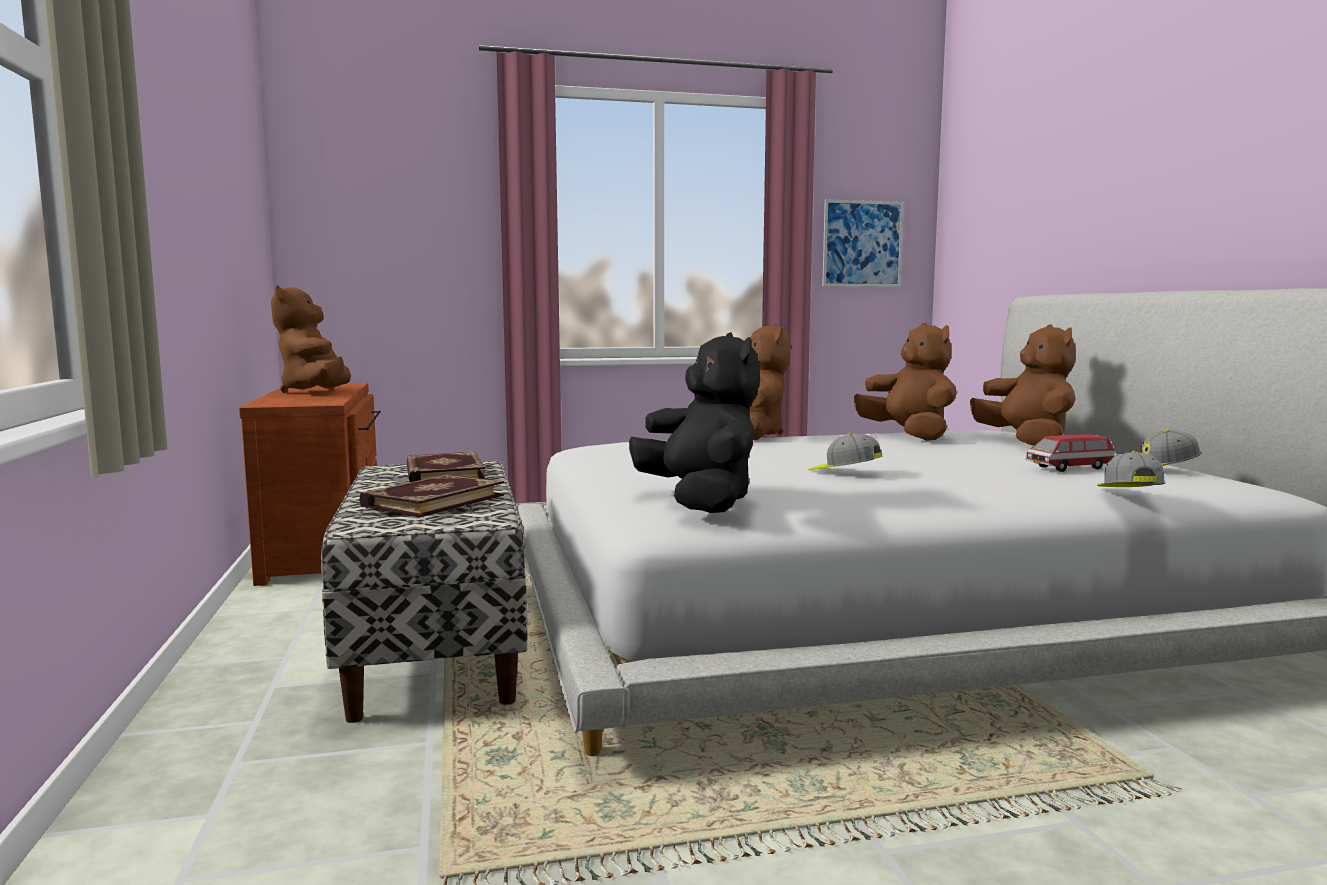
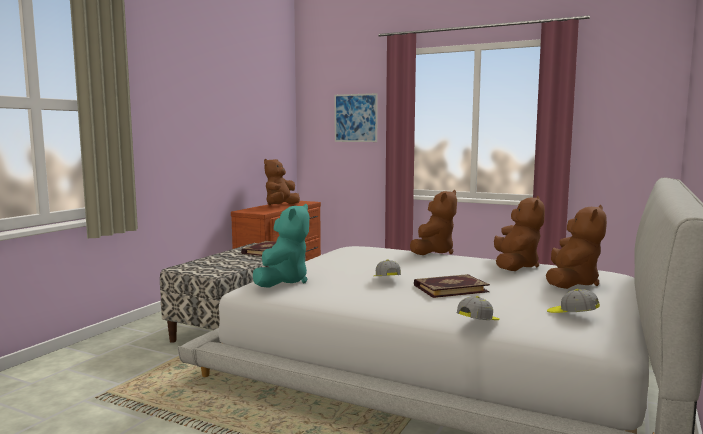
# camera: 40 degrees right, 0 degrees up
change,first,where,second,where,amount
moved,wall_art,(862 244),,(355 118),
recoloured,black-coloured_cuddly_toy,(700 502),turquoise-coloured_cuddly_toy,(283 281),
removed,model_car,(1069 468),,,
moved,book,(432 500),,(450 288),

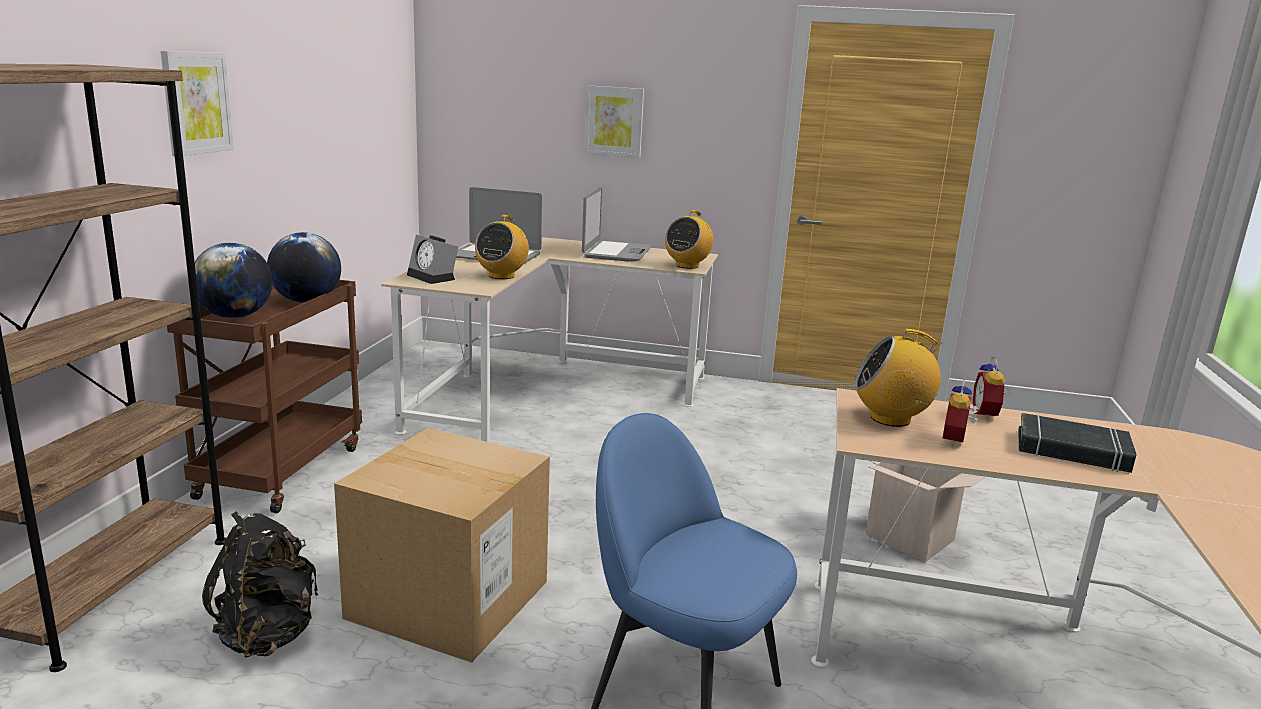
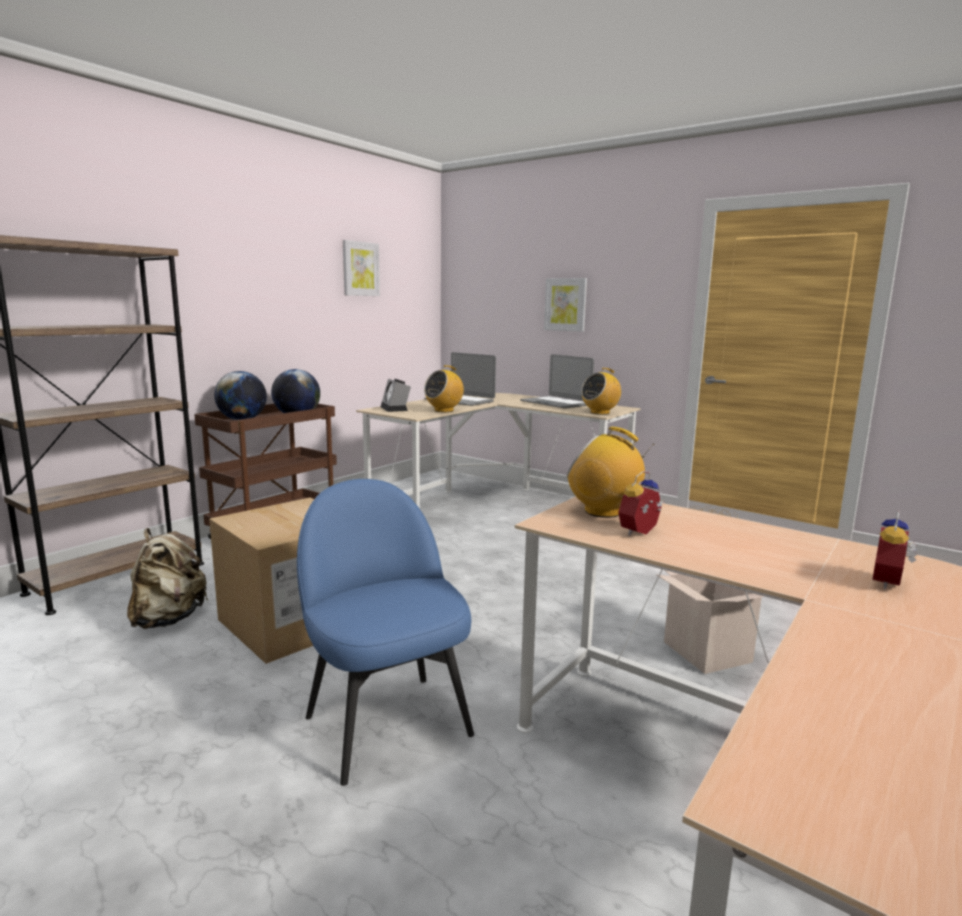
# camera: 25 degrees right, 5 degrees down
change,first,where,second,where,amount
moved,wall_art,(196 102),,(360 269),
turned,laptop,(616 252),,(555 403),105 degrees clockwise
moved,table_clock,(987 415),,(890 583),
removed,black-coloured_book,(1072 451),,,
recoloured,black-coloured_backpack,(268 634),sand-coloured_backpack,(169 619),

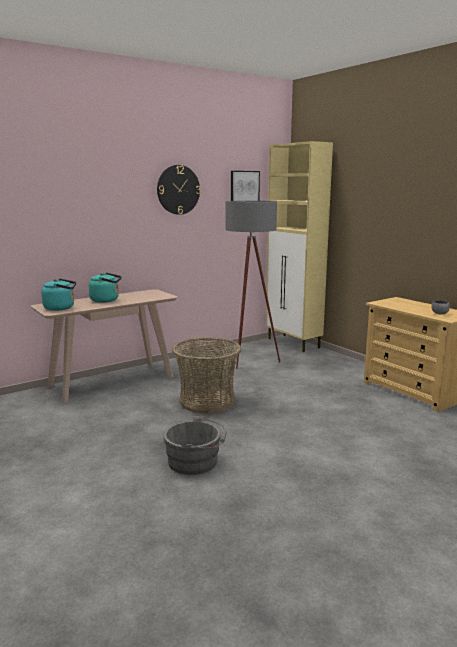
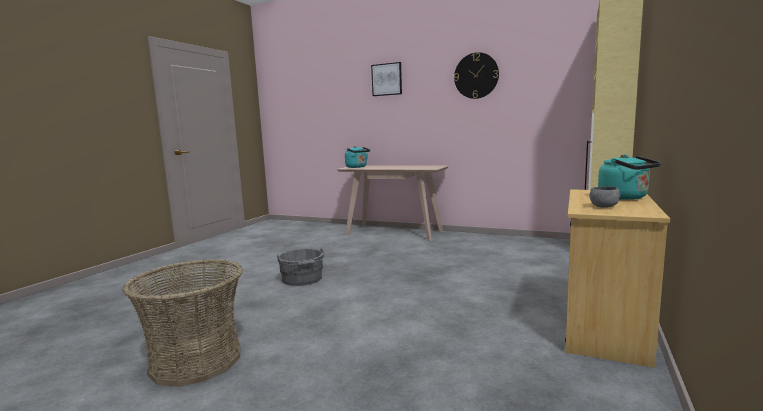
# camera: 60 degrees right, 5 degrees down
change,first,where,second,where,amount
moved,wall_art,(244 188),,(387 79),
removed,grey_standard_lamp,(249 359),,,
moved,turquoise-coloured_water_kettle,(106 300),,(625 198),
moved,storage_basket,(207 401),,(196 360),

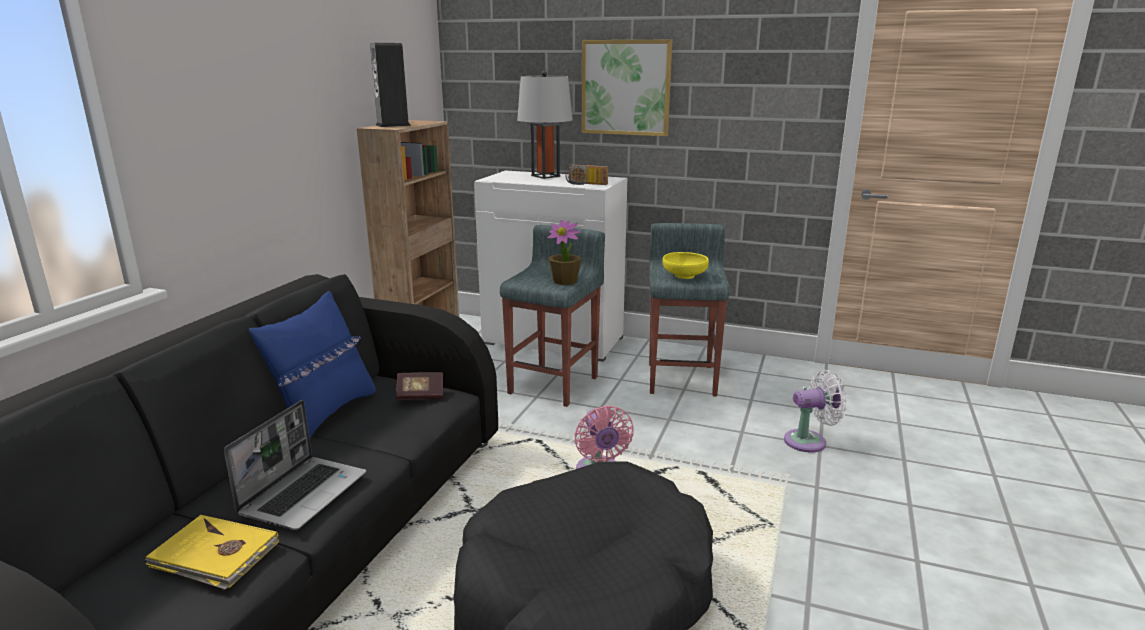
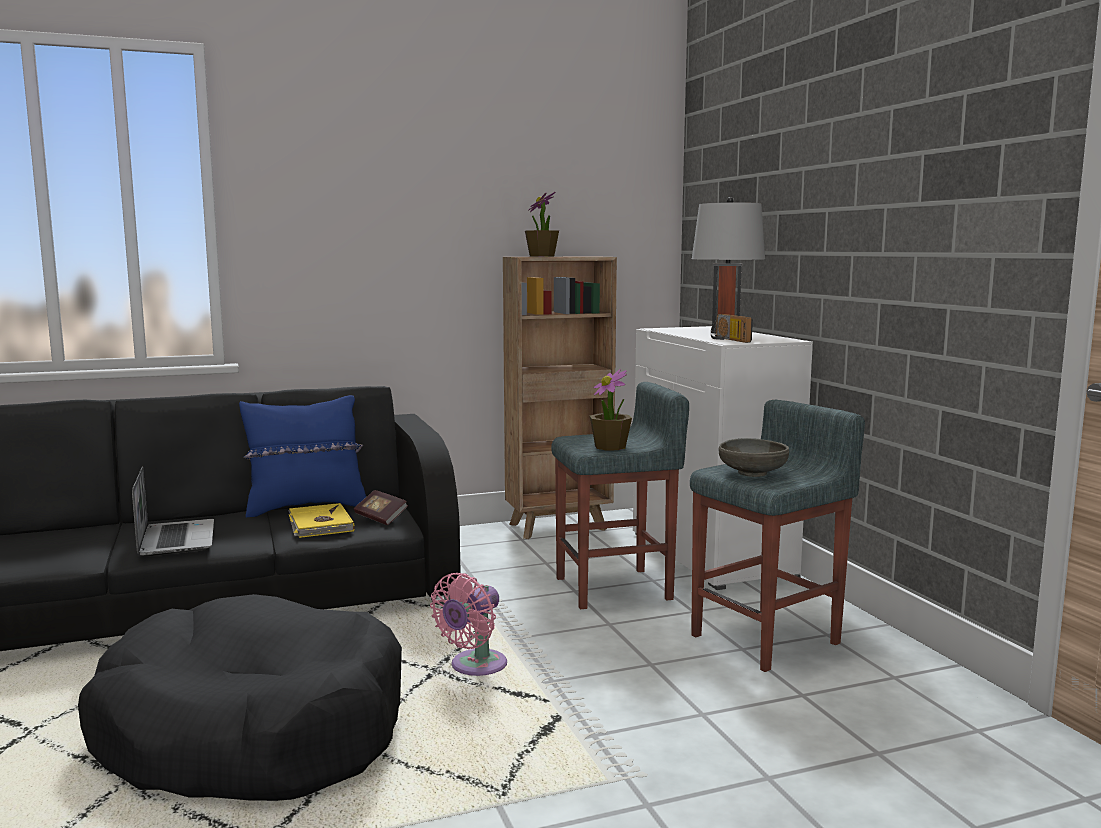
# camera: 50 degrees right, 10 degrees down
change,first,where,second,where,amount
removed,wall_art,(626 88),,,
replaced,speaker,(393 125),potted_plant,(542 256),
recoloured,yellow_bowl,(684 276),grey_bowl,(752 473),
removed,white_cooling_fan,(809 441),,,
turned,laptop,(304 493),,(175 539),90 degrees counterclockwise
moved,yellow_book,(214 556),,(319 524),

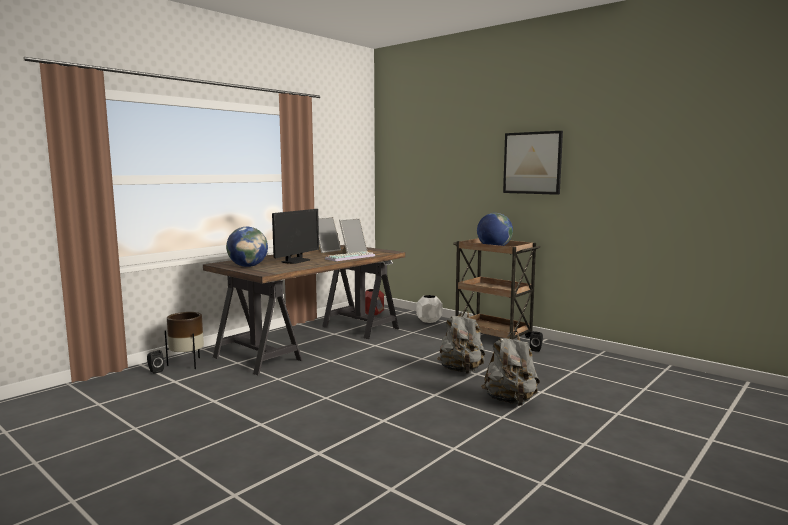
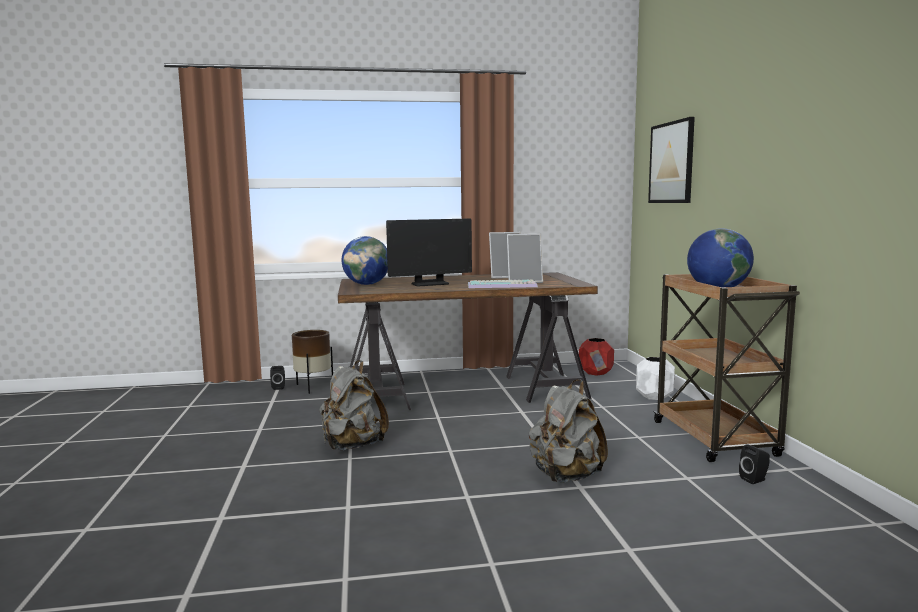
# camera: 40 degrees right, 0 degrees up
change,first,where,second,where,amount
moved,wall_art,(532 163),,(671 162),
moved,grey_backpack,(510 401),,(352 446),

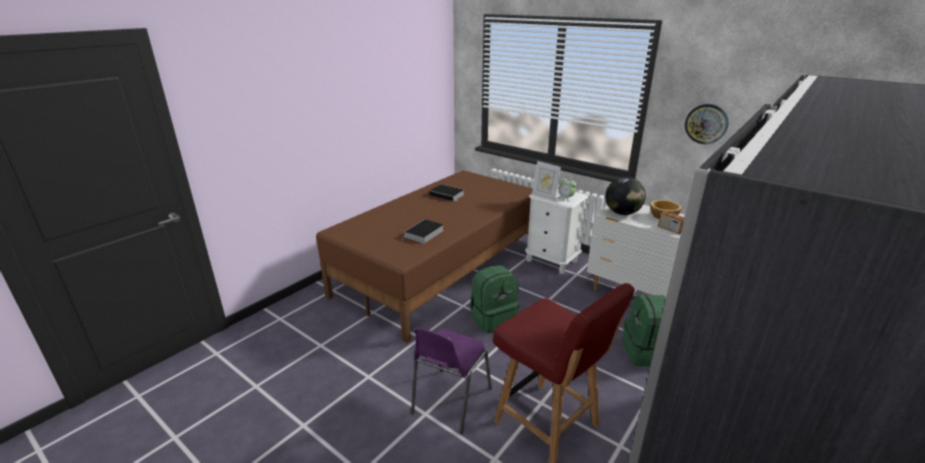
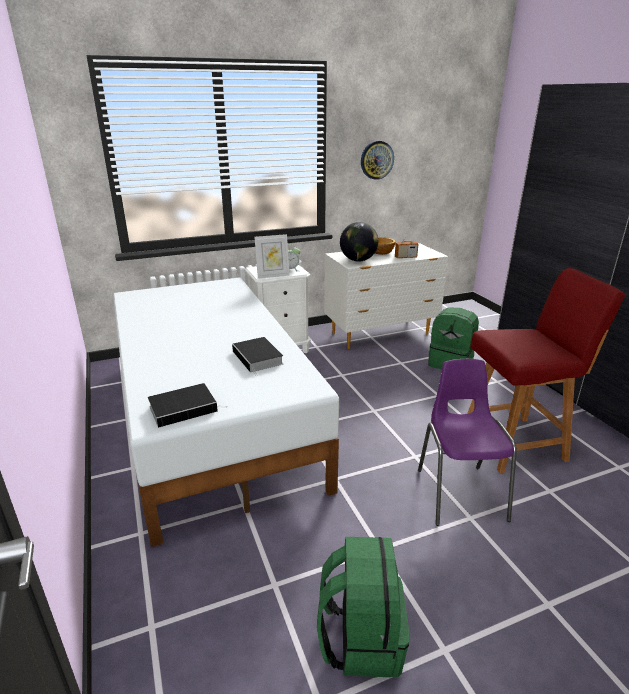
# camera: 60 degrees left, 0 degrees up
change,first,where,second,where,amount
recoloured,brownish_bedroom_bed,(442 269),white_bedroom_bed,(213 416),
moved,book,(448 195),,(185 408),
moved,green-coloured_backpack,(493 319),,(361 638),
turned,purplish_plain_chair,(450 402),,(459 492),150 degrees counterclockwise

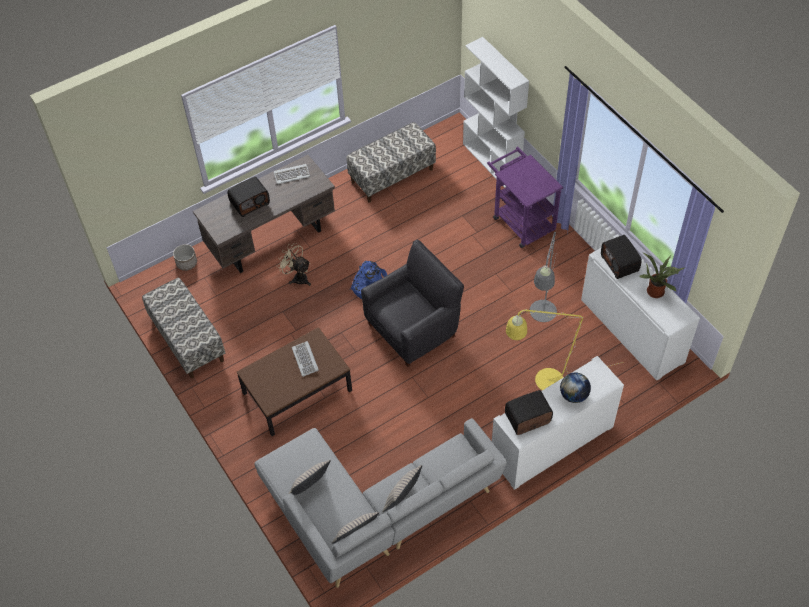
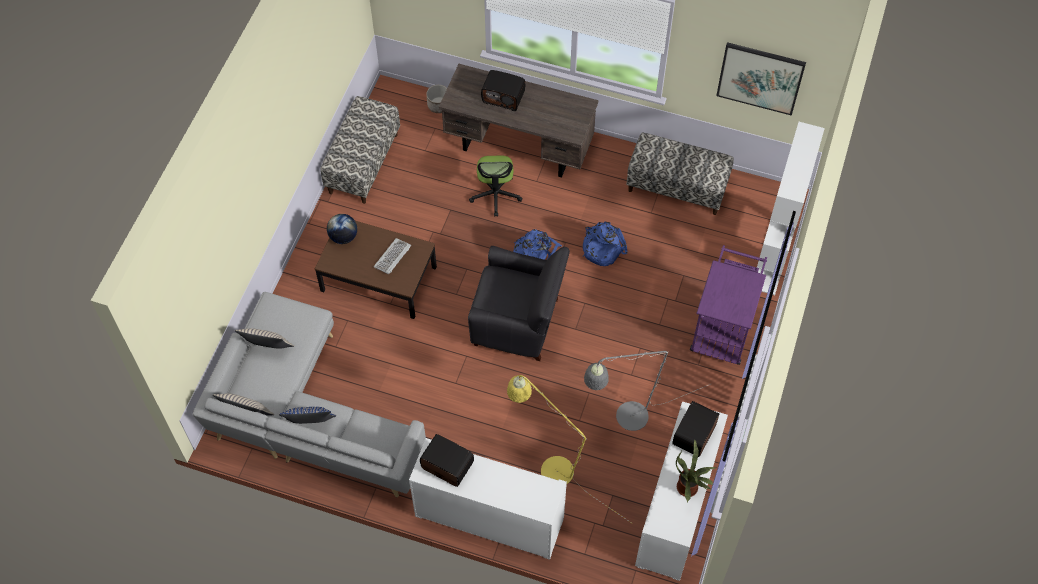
# camera: 50 degrees right, 5 degrees up
change,first,where,second,where,amount
removed,computer_keyboard,(292 175),,,
replaced,sand-coloured_cooling_fan,(297 277),computer_chair,(495 195),
moved,globe,(574 395),,(343 237),
recoloured,sand-coloured_throw_pillow,(402 498),blue-coloured_throw_pillow,(311 424),
added,,,wall_art,(760 77),
added,,,blue-coloured_backpack,(601 248),

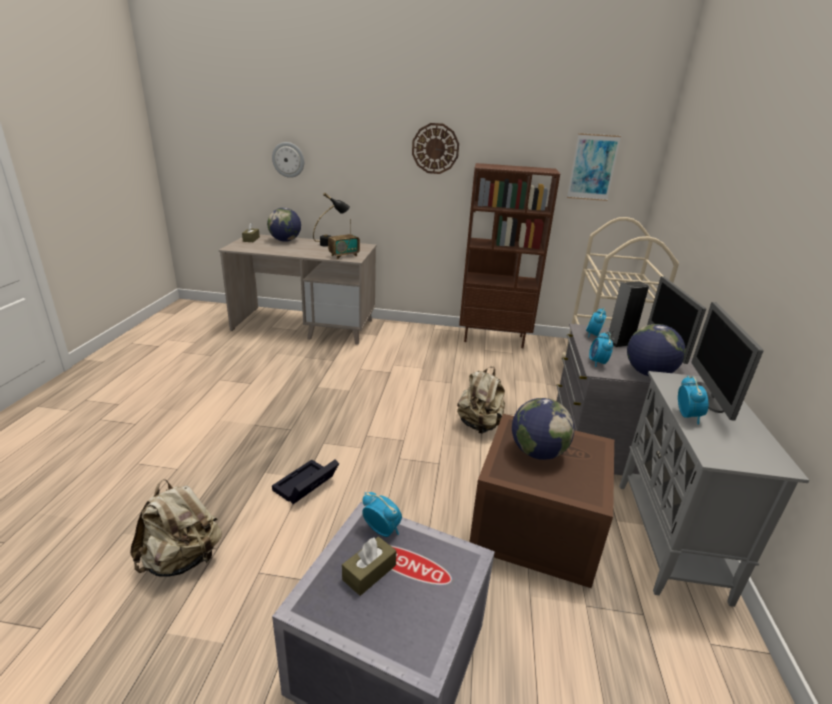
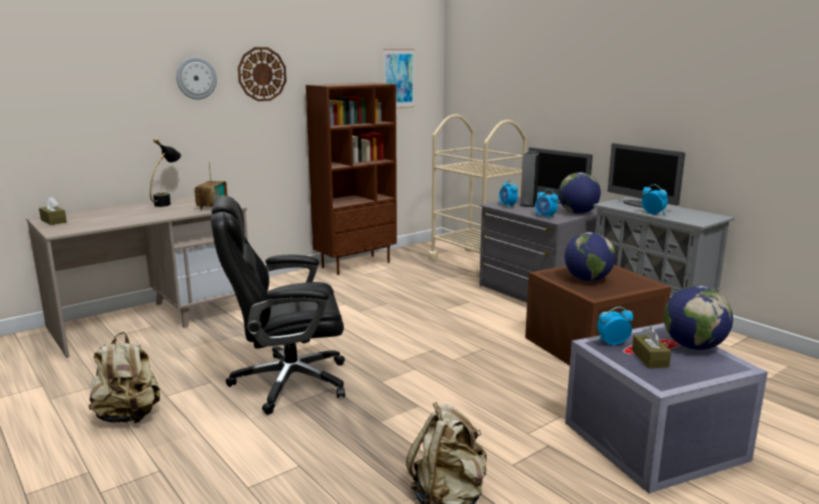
# camera: 45 degrees left, 10 degrees down
change,first,where,second,where,amount
moved,clock_on_the_wall,(288 159),,(196 78),
moved,globe,(285 241),,(693 346),
moved,sand-coloured_backpack,(479 425),,(128 417),
removed,black-coloured_storage_container,(305 486),,,
added,,,black-coloured_computer_chair,(287 382),

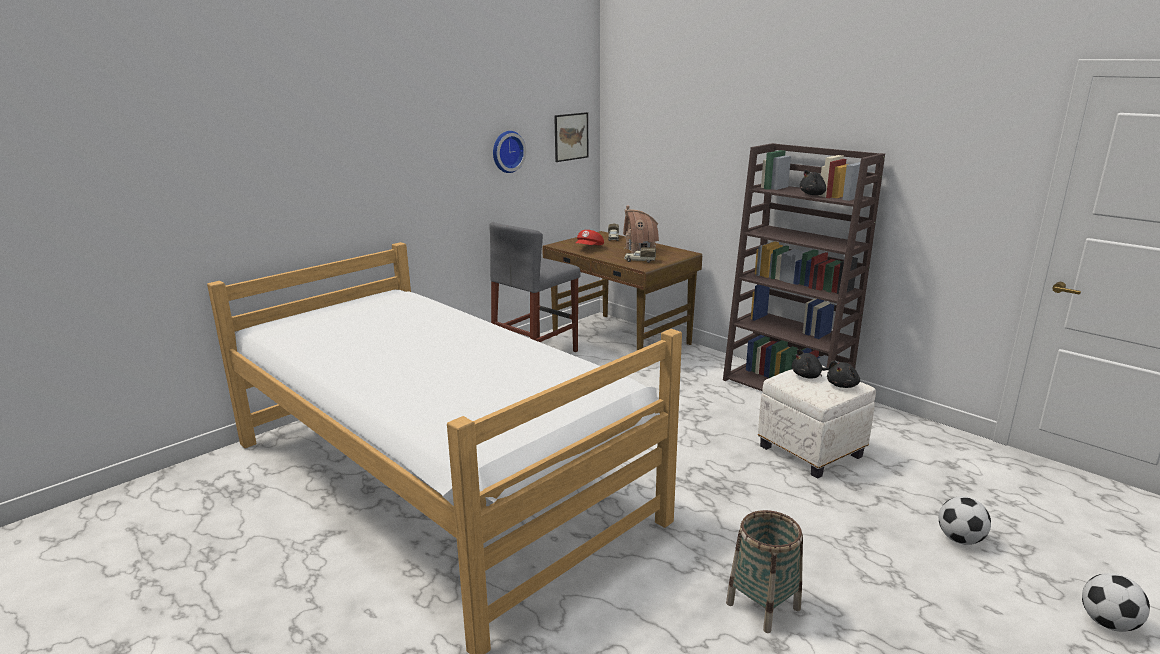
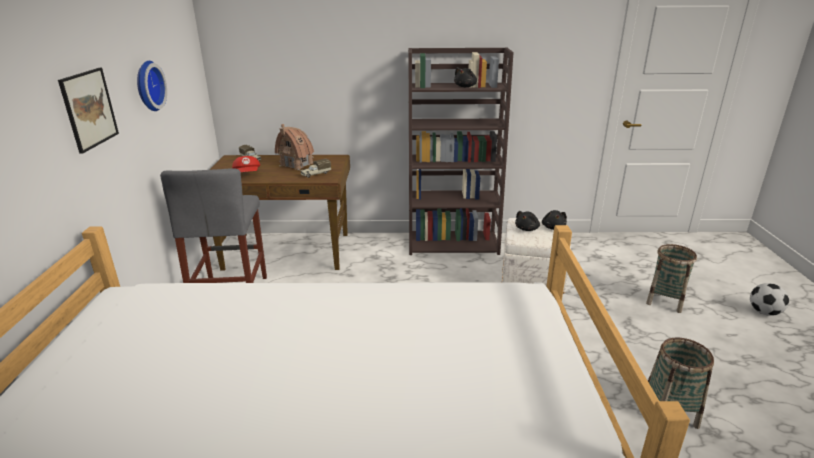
# camera: 45 degrees left, 5 degrees up
change,first,where,second,where,amount
moved,wall_art,(571 136),,(89 109),
replaced,ball_for_football,(960 539),storage_basket,(665 301),

